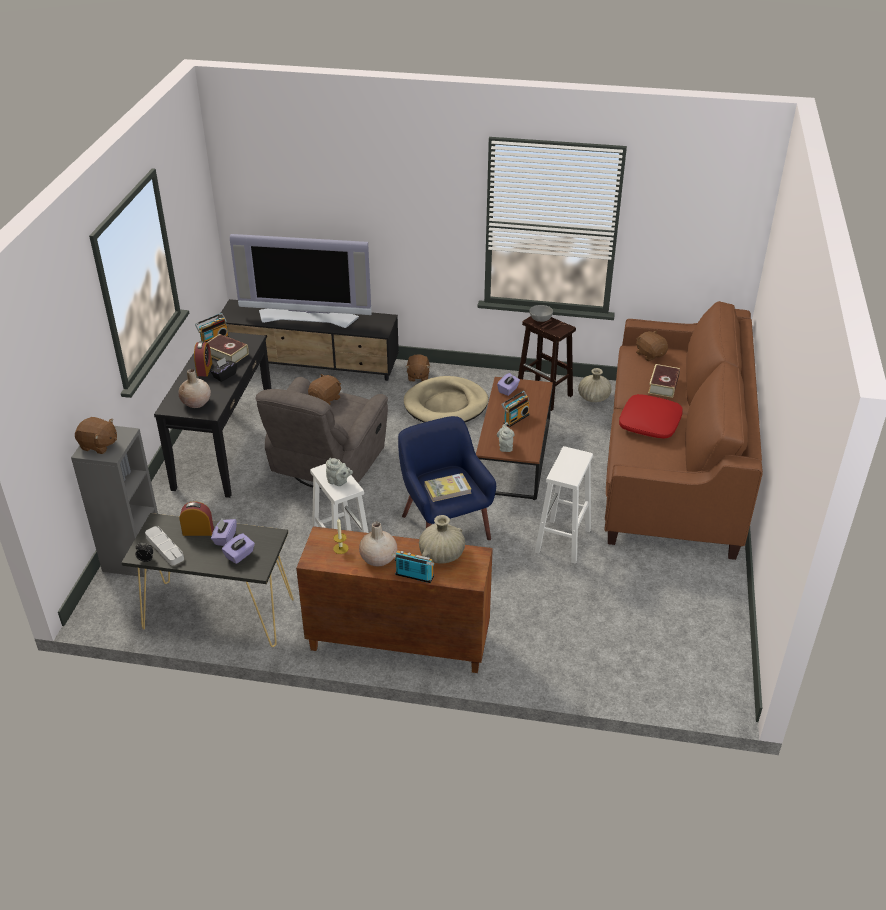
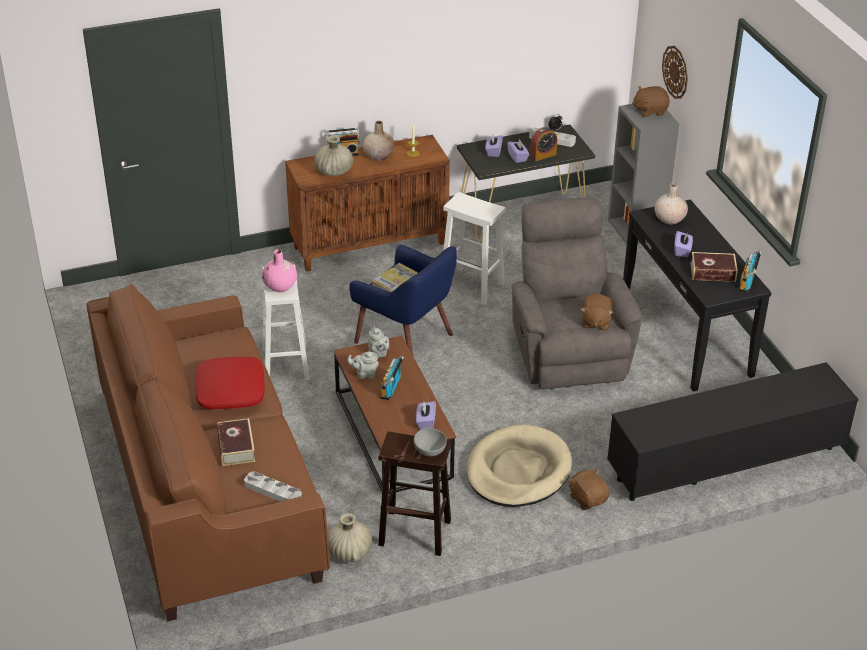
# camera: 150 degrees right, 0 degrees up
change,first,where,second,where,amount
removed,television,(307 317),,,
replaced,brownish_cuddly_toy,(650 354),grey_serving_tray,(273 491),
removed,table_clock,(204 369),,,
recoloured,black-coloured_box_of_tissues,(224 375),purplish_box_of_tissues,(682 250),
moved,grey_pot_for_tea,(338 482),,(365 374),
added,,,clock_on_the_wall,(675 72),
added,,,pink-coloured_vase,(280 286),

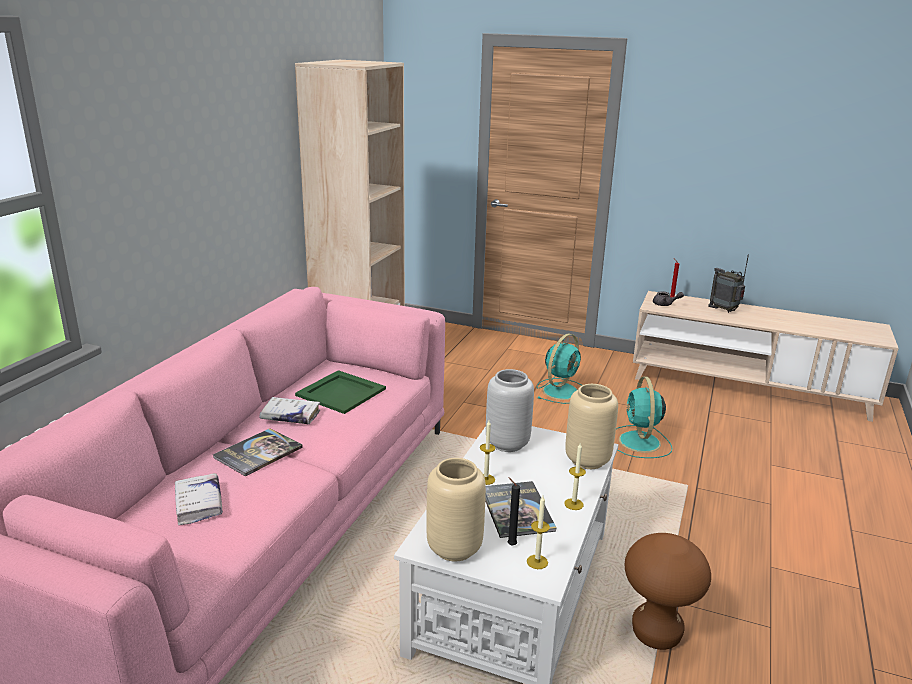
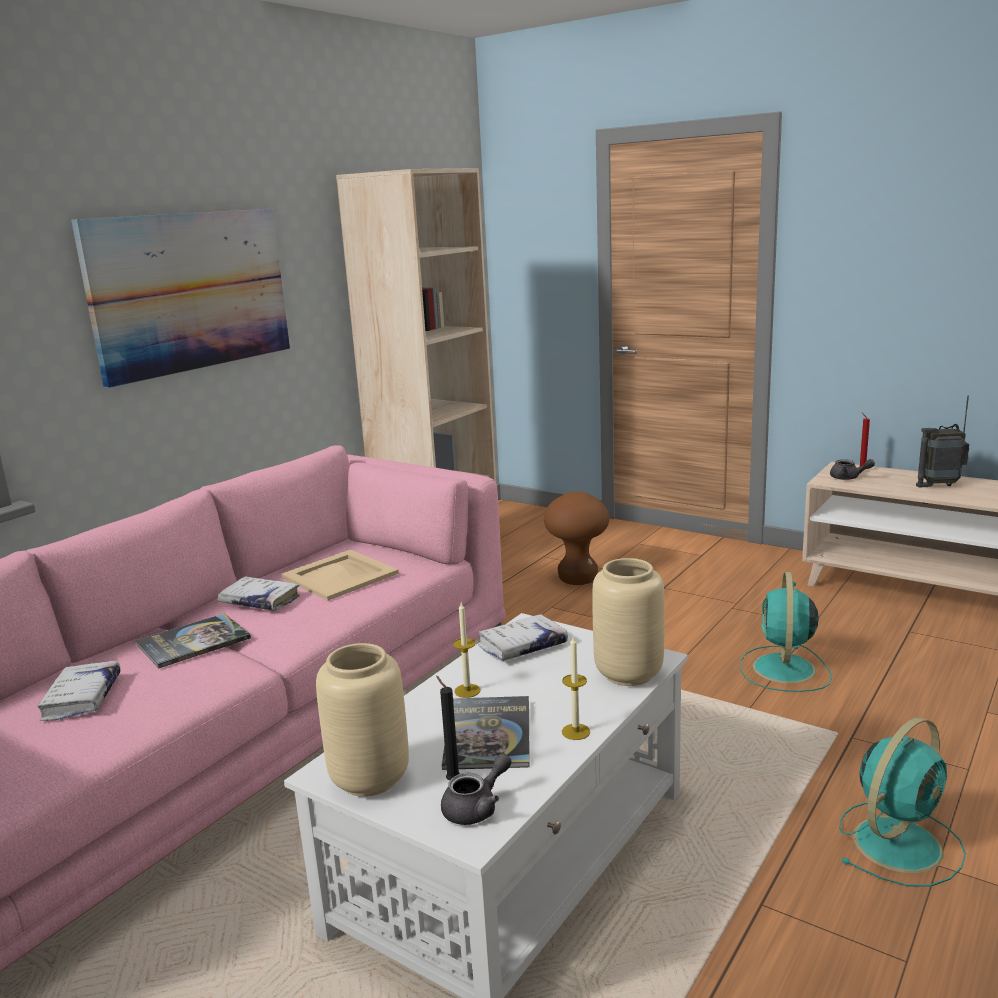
# camera: 15 degrees right, 5 degrees down
change,first,where,second,where,amount
turned,radio_set,(724 310),,(939 485),60 degrees counterclockwise
moved,turquoise-coloured_cooling_fan,(561 391),,(899 842),
replaced,grey_vase,(506 443),white_book,(522 646),
recoloured,green-coloured_serving_tray,(340 392),sand-coloured_serving_tray,(338 575),
replaced,candle,(537 562),grey_pot_for_tea,(477 807),
moved,brownish_sitting_stool,(656 634),,(578 579),
added,,,wall_art,(190 291),

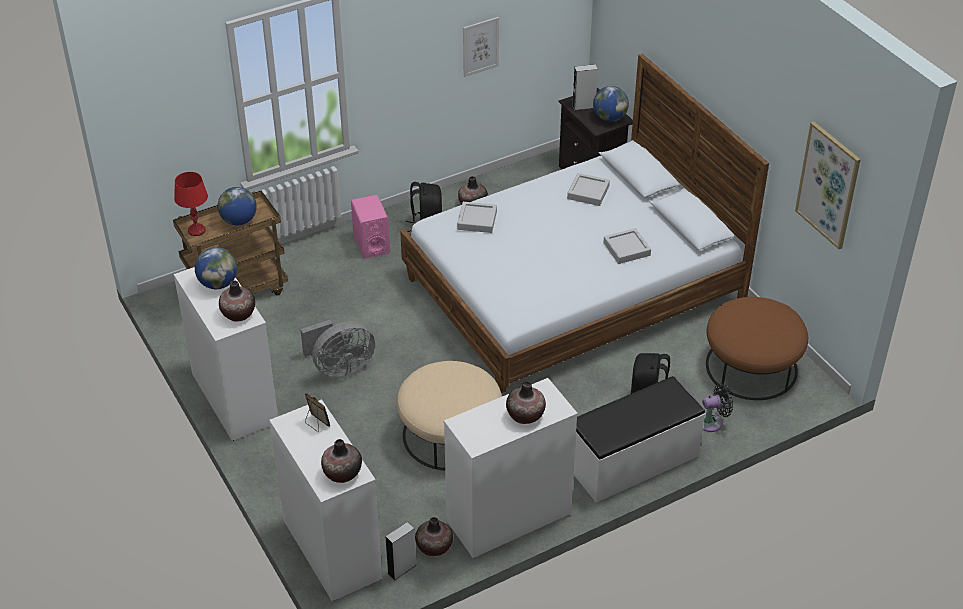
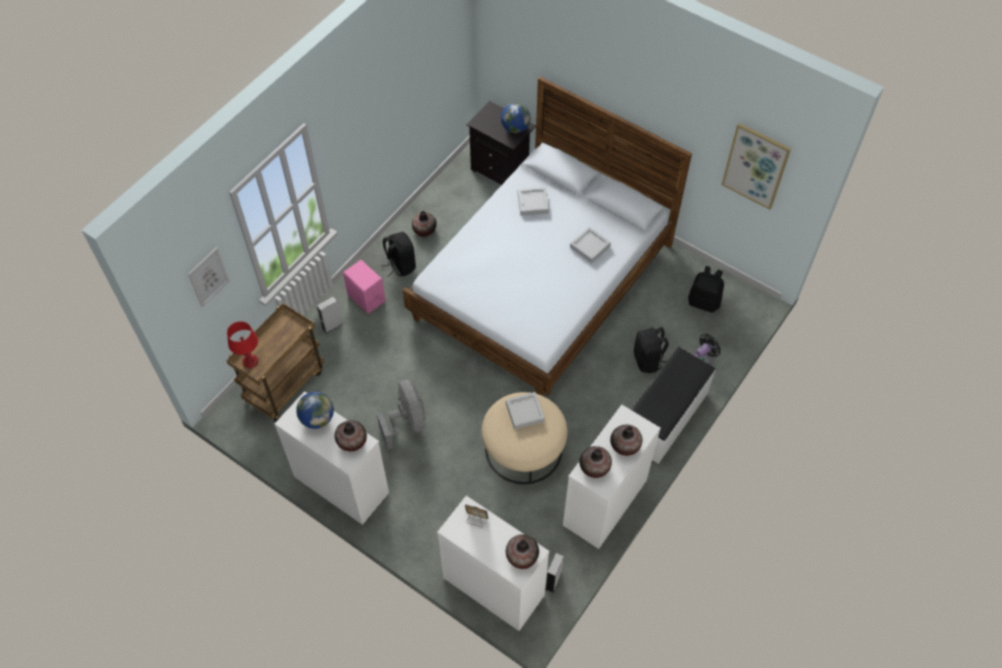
# camera: 25 degrees left, 15 degrees up
change,first,where,second,where,amount
moved,wall_art,(480 46),,(208 277),
moved,grey_speaker,(584 106),,(332 326),
removed,globe,(239 221),,,
moved,grey_serving_tray,(477 220),,(525 412),
replaced,brownish_footrest,(751 367),black-coloured_backpack,(704 302),
turned,grey_cooling_fan,(340 367),,(407 422),60 degrees counterclockwise
moved,vase,(434 547),,(594 467),

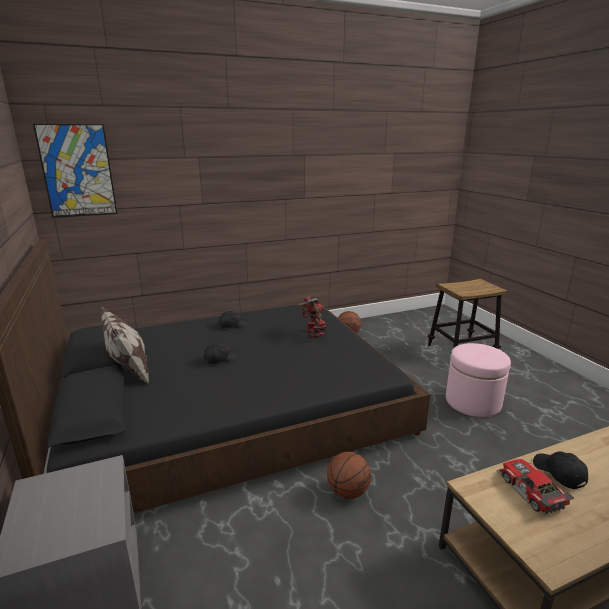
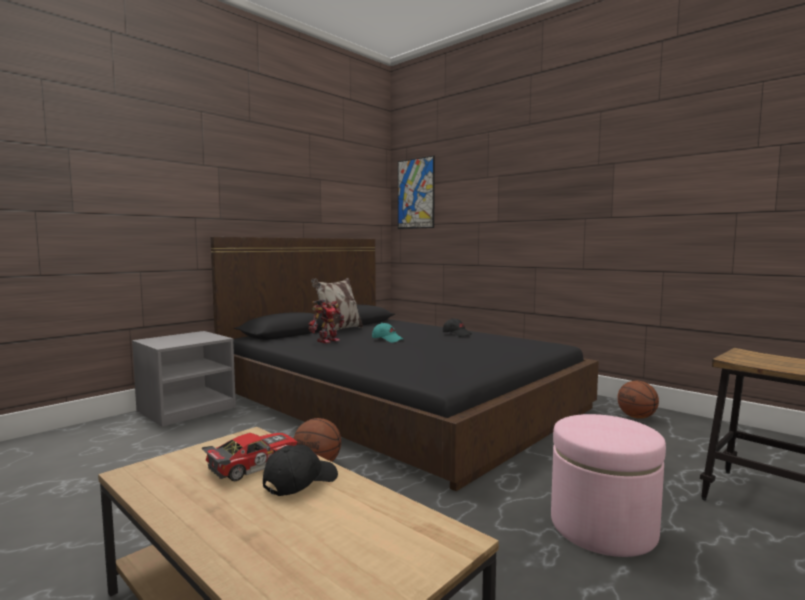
# camera: 65 degrees right, 15 degrees down
change,first,where,second,where,amount
moved,robot_figure,(313 333),,(327 340),
recoloured,black-coloured_cap,(221 358),turquoise-coloured_cap,(387 339),

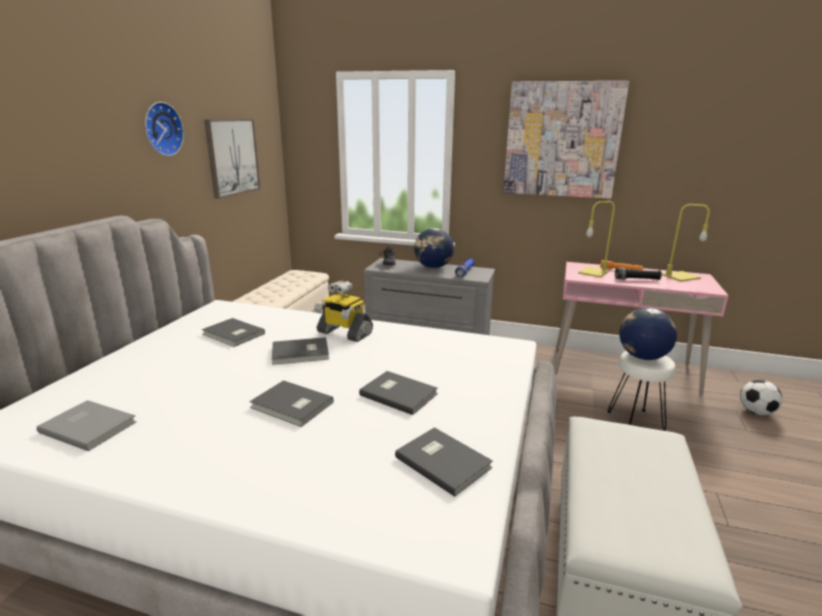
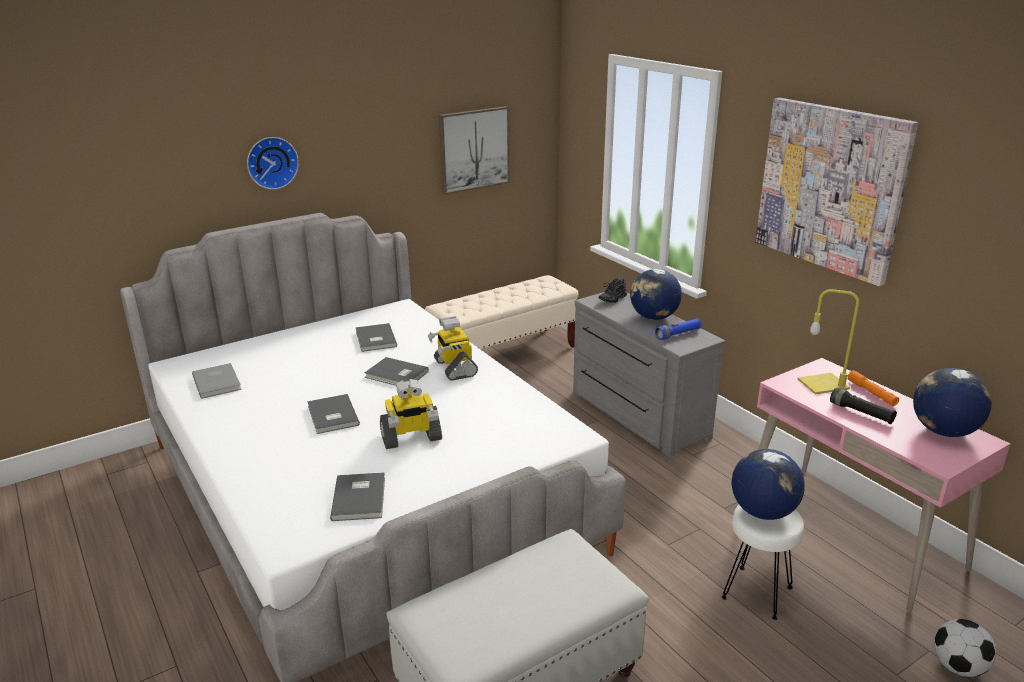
# camera: 40 degrees right, 5 degrees up
change,first,where,second,where,amount
moved,clock_on_the_wall,(161 129),,(271 162),
replaced,yellow_tabletop_lamp,(681 277),globe,(943 431),
replaced,grey_book,(398 393),robot_figure,(411 438),

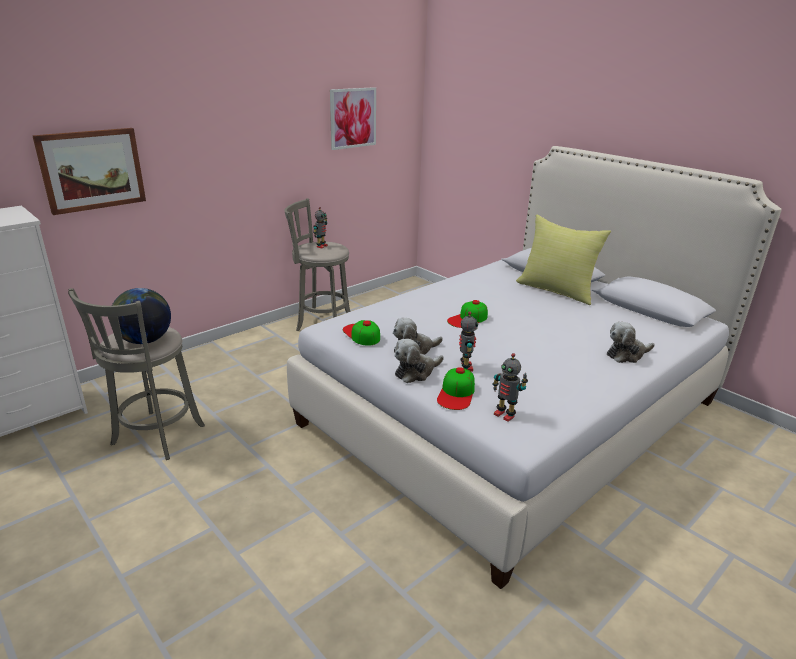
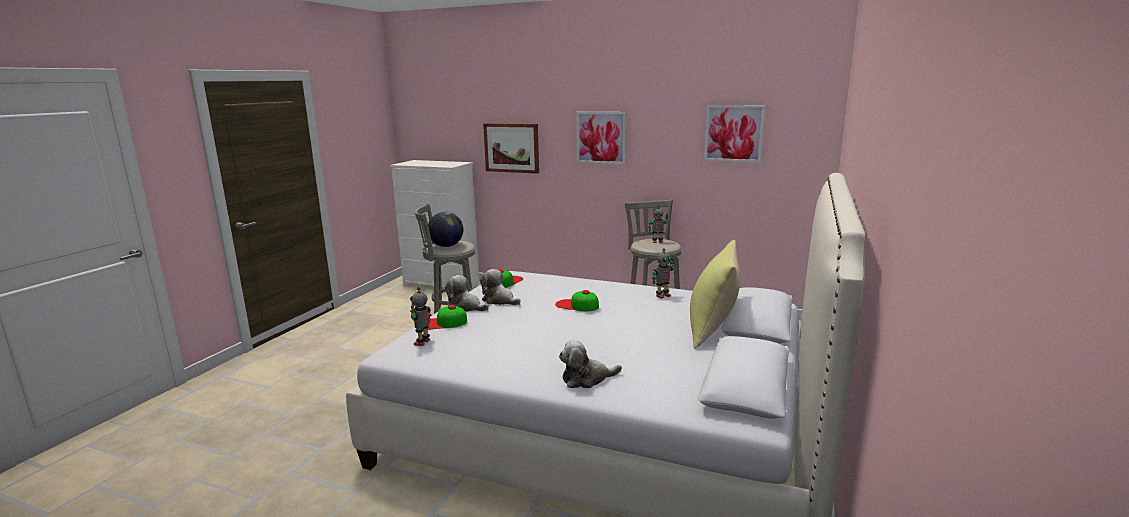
# camera: 65 degrees right, 10 degrees down
change,first,where,second,where,amount
moved,robot_figure,(465 367),,(662 295),
turned,cuddly_toy,(626 354),,(586 379),60 degrees counterclockwise
added,,,wall_art,(601 137),

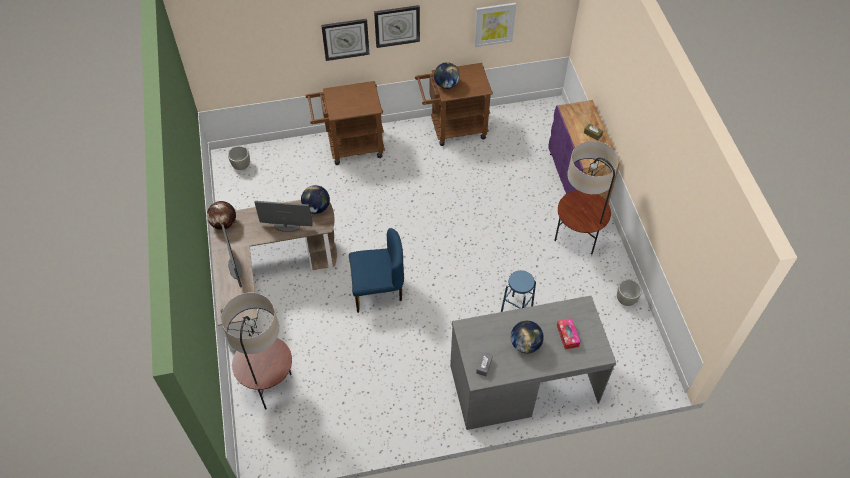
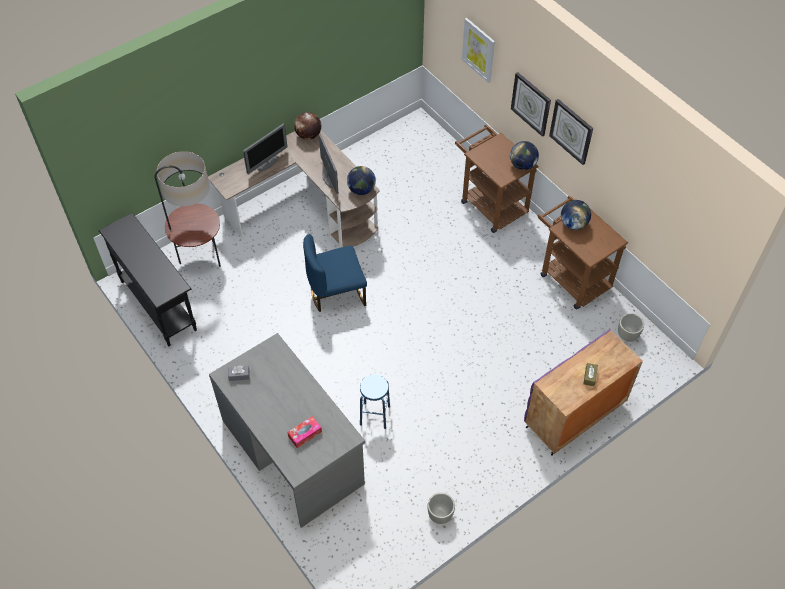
# camera: 65 degrees right, 0 degrees up
change,first,where,second,where,amount
moved,wall_art,(494 24),,(478 50),
removed,standard_lamp,(576 241),,,
moved,grey_planter,(241 166),,(627 335),
turned,blue-coloured_plain_chair,(377 290),,(336 293),105 degrees clockwise
moved,globe,(525 344),,(522 165),
added,,,black-coloured_narrow_table,(158 305),

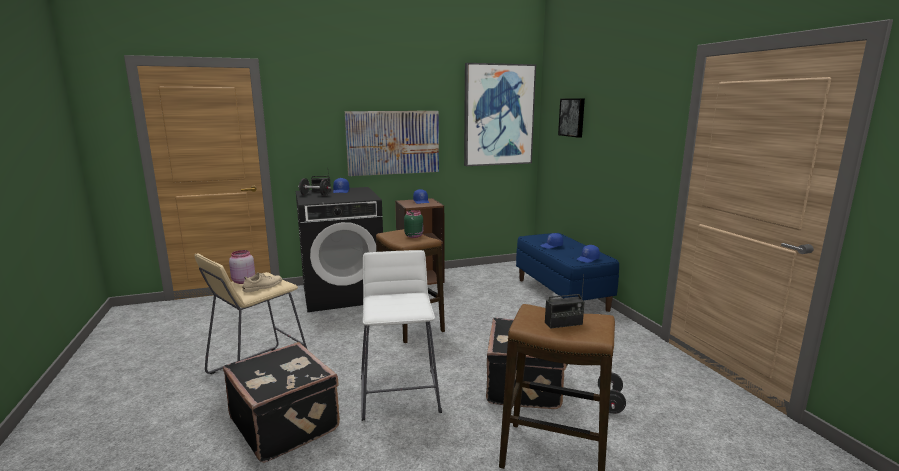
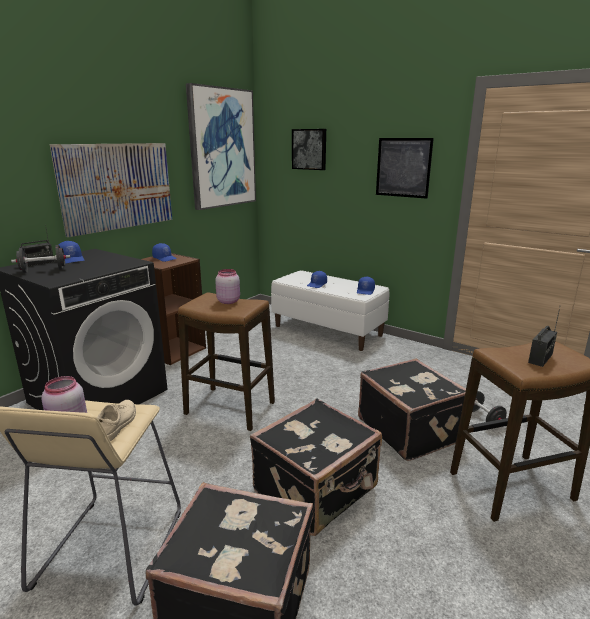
# camera: 35 degrees left, 5 degrees up
change,first,where,second,where,amount
recoloured,green-coloured_storage_jar,(414 236),pink-coloured_storage_jar,(228 301),
recoloured,blue-coloured_bench,(562 294),white_bench,(328 330),
replaced,white_sitting_stool,(400 393),black-coloured_piece_of_luggage,(317 490),
added,,,wall_art,(403 167),

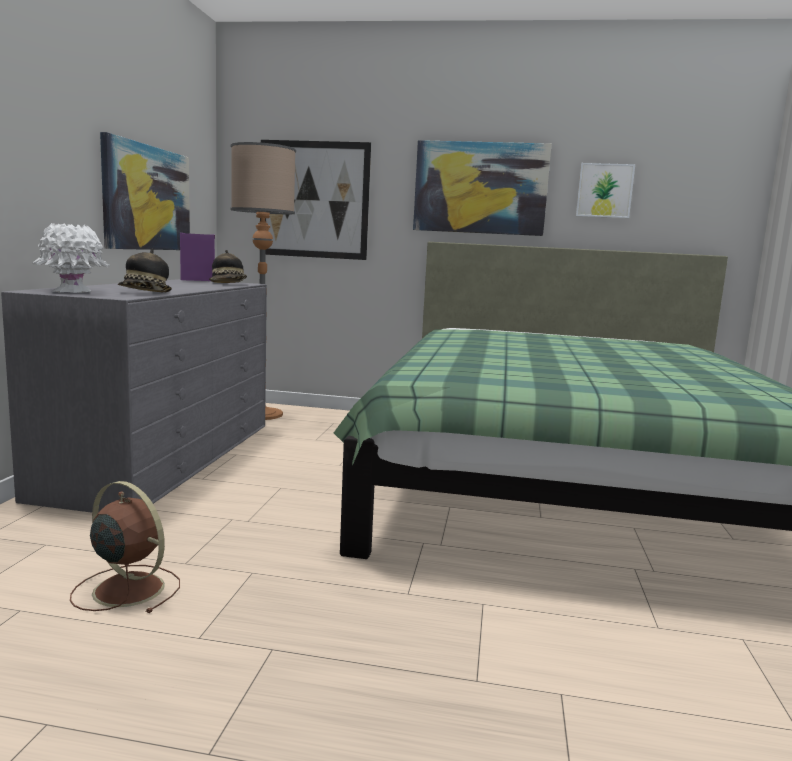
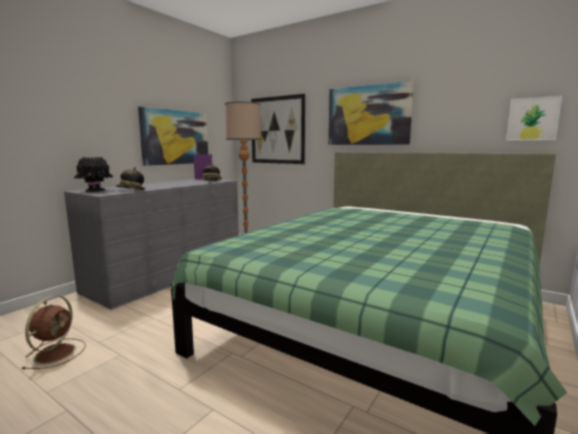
# camera: 25 degrees right, 0 degrees up
change,first,where,second,where,amount
moved,wall_art,(604 190),,(533 119),
recoloured,white_vase,(73 292),black-coloured_vase,(95 191),
turned,brownish_cooling_fan,(126 588),,(56 352),45 degrees clockwise

